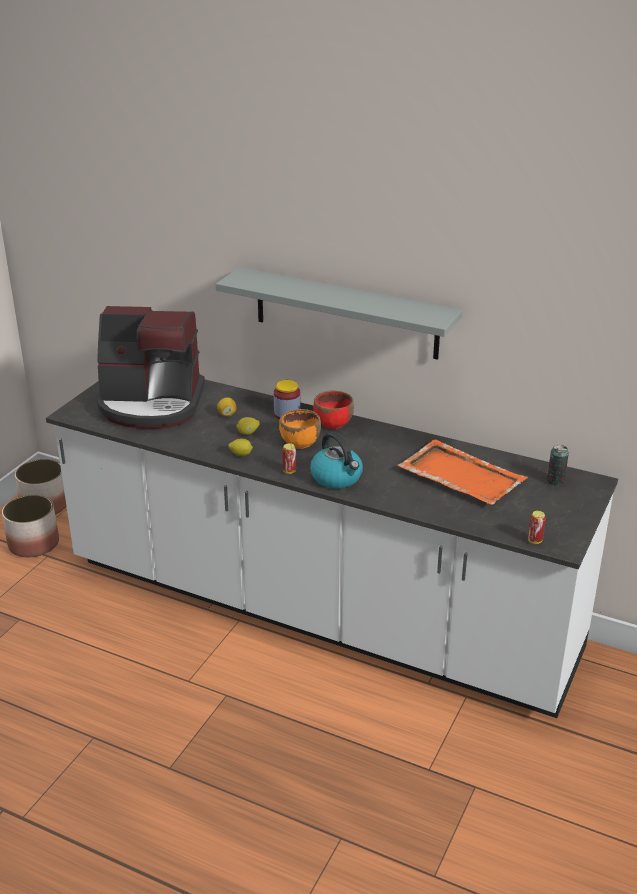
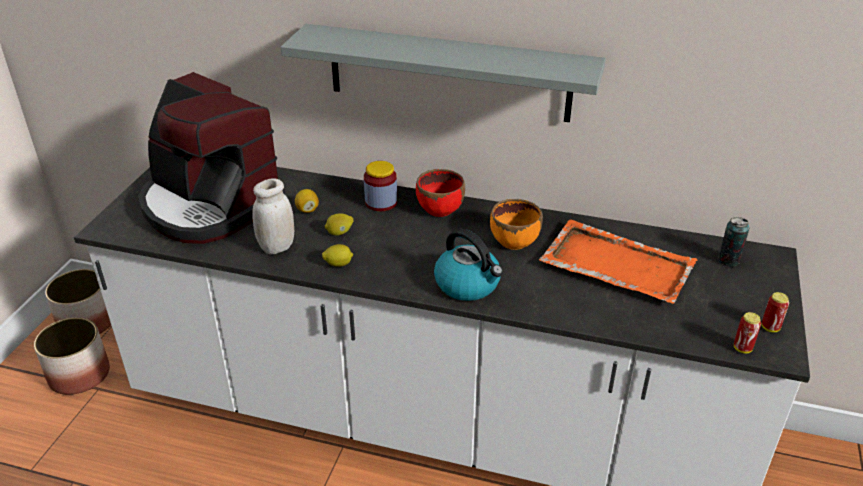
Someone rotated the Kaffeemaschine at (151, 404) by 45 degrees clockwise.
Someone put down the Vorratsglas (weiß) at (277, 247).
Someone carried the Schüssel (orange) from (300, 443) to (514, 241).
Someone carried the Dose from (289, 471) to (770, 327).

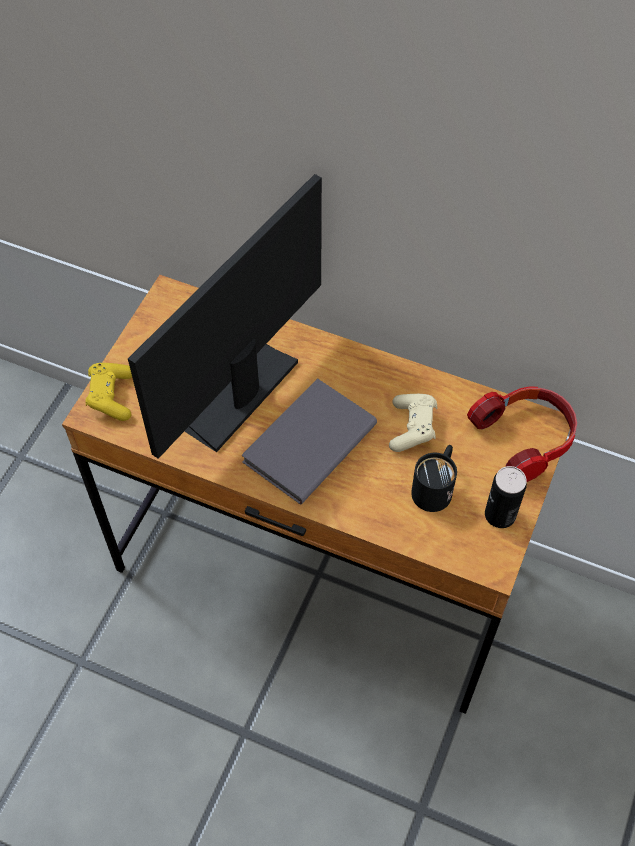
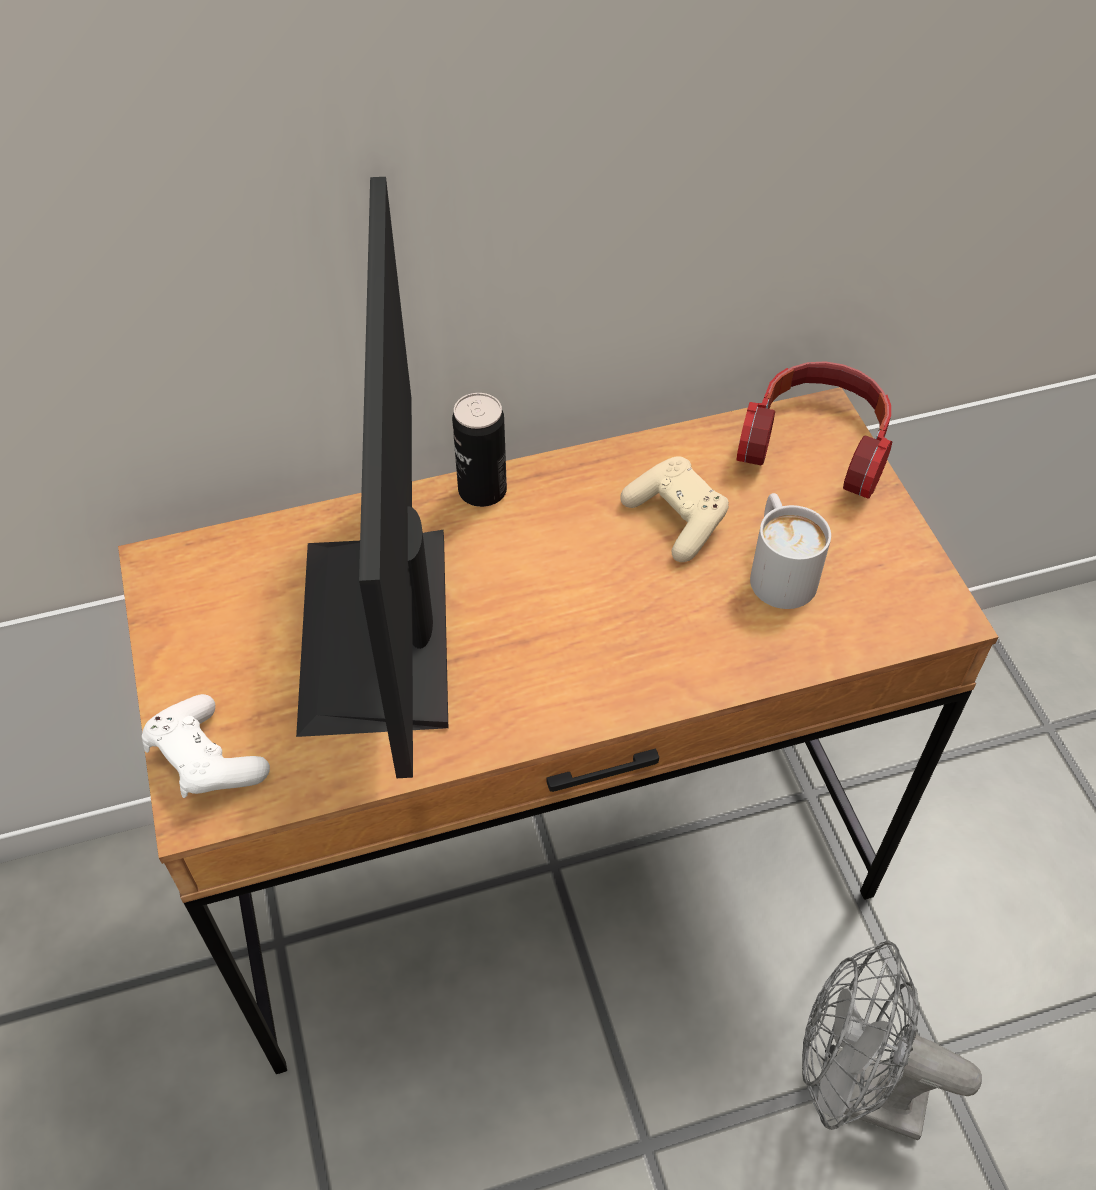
Someone repainted the Gamepad (gelb) at (111, 397), which became the Gamepad (weiß) at (206, 761).
Someone carried the Dose from (500, 515) to (482, 490).
Someone repainted the Henkelbecher (schwarz) at (435, 486), which became the Henkelbecher (weiß) at (778, 570).
Someone put down the Ventilator (grau) at (852, 1089).
Someone took away the Buch (grau) at (306, 443).

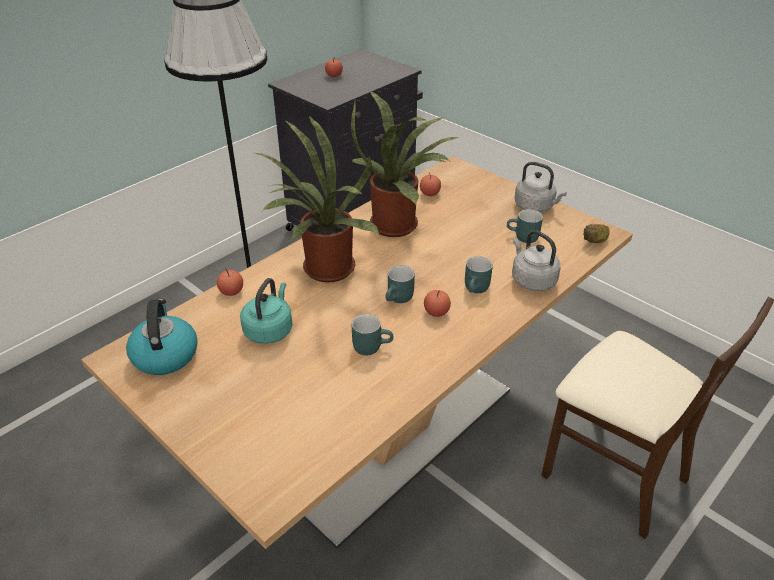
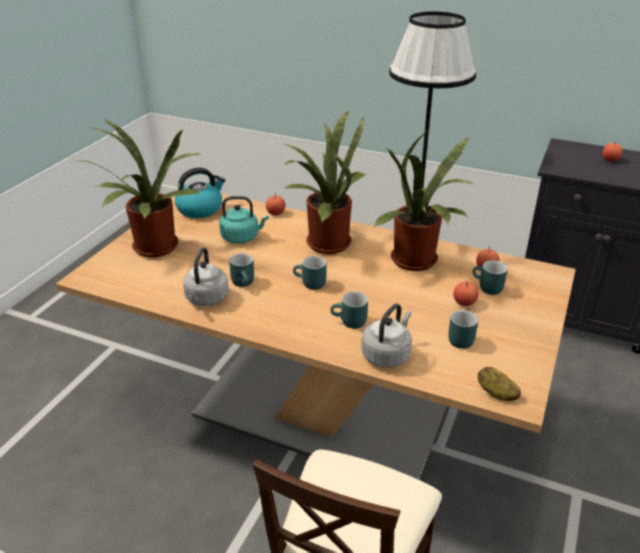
Someone put down the Topfpflanze at (153, 249).
Someone carried the Wasserkessel (grau) from (536, 207) to (206, 299).
Someone carried the Apfel from (436, 312) to (464, 302).
Someone put down the Henkelbecher (türkis) at (486, 288).

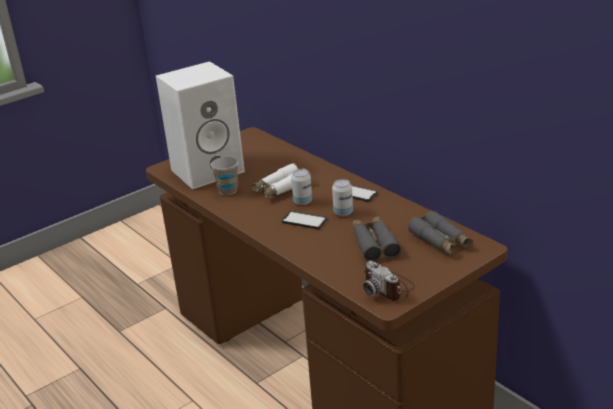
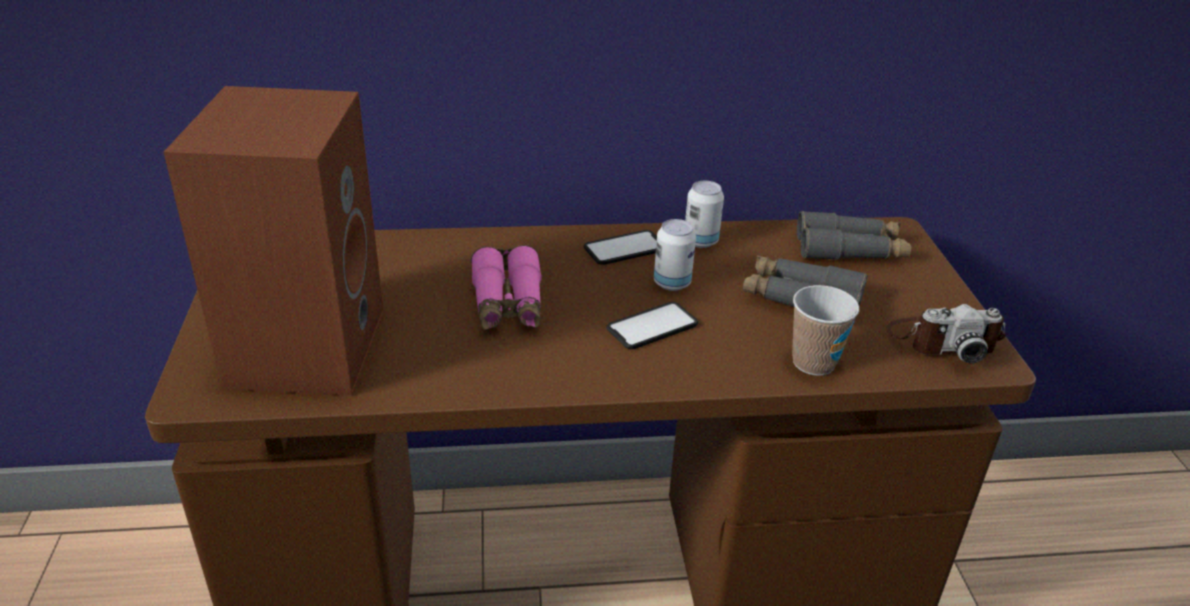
Someone repainted the Lautsprecher (weiß) at (208, 170), which became the Lautsprecher (braun) at (305, 345).
Someone repainted the Fernglas (weiß) at (280, 189), which became the Fernglas (rosa) at (508, 303).
Someone carried the Dose from (302, 202) to (700, 241).
Someone carried the Tasse from (228, 191) to (813, 362).

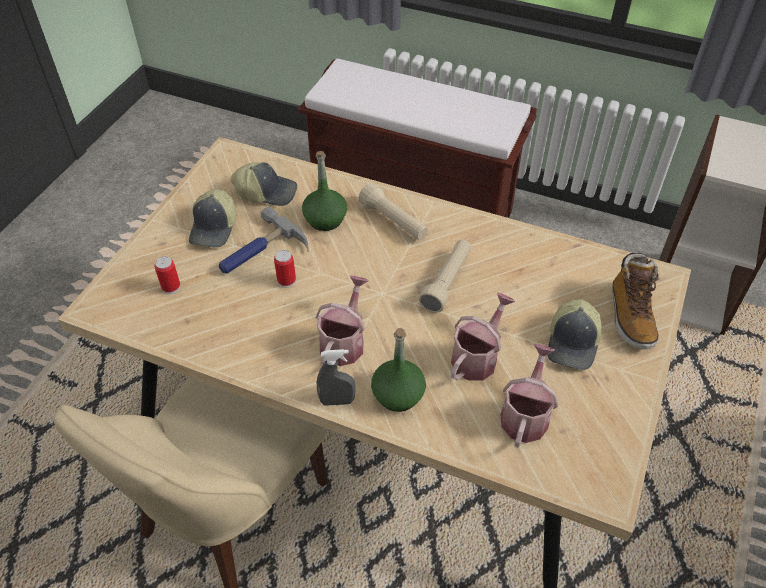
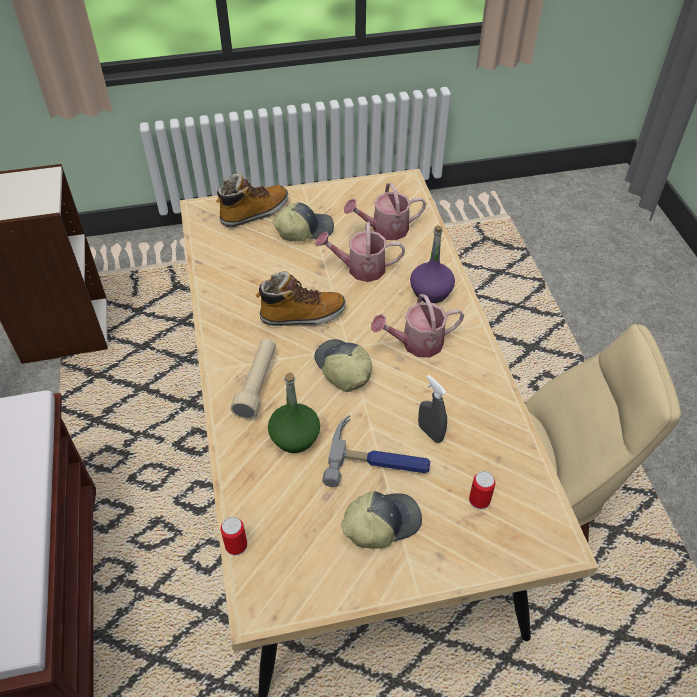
Someone carried the Dose from (286, 280) to (236, 546).
Someone swapped the Taschenlampe (beige) at (447, 282) for the Stiefel at (302, 315).
Someone carried the Kappe from (266, 192) to (342, 369).
Someone repainted the Flasche (grün) at (398, 395), which became the Flasche (lila) at (431, 291).
Someone carried the Sprühflasche (grau) from (337, 401) to (430, 433).

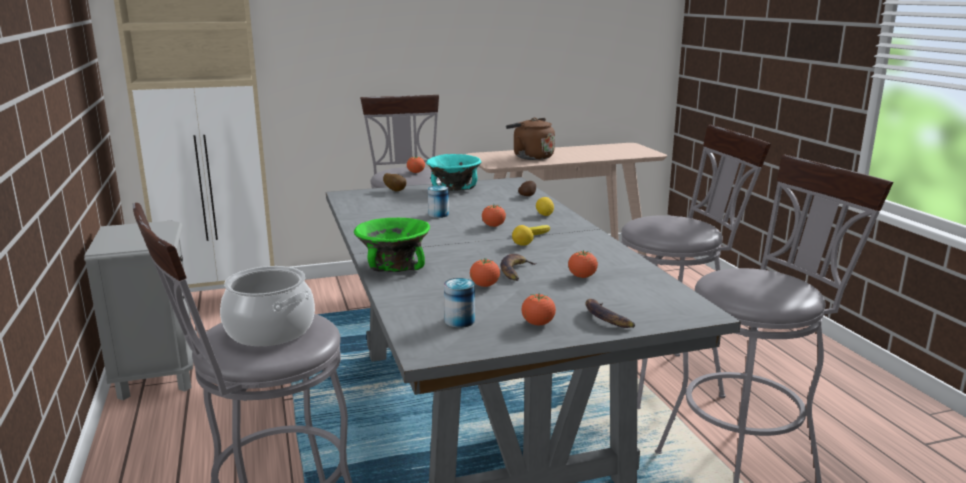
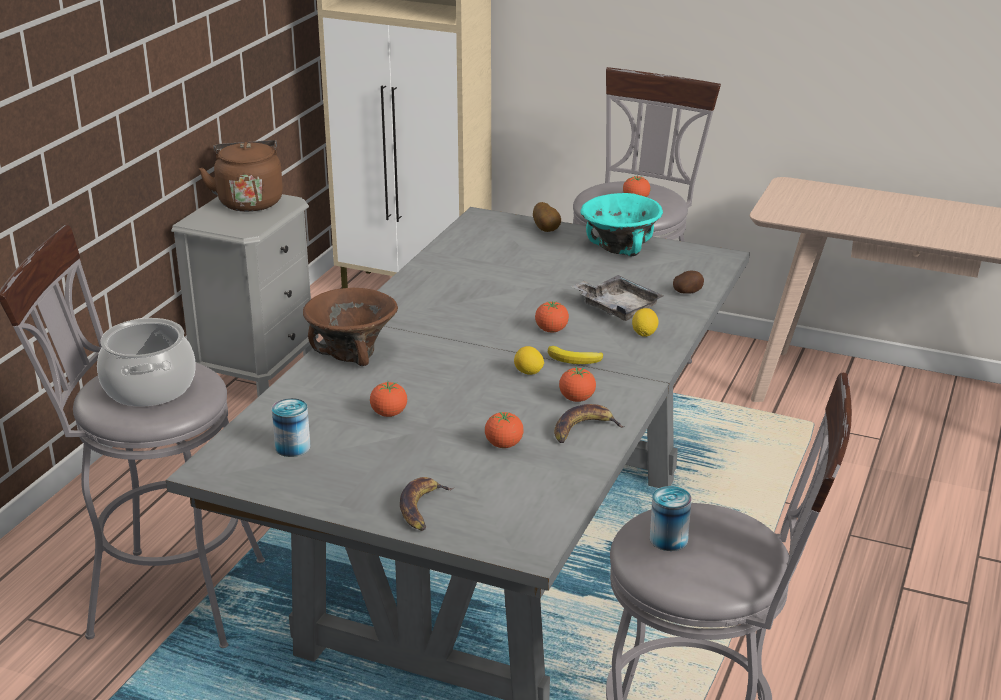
Someone carried the Wasserkessel (braun) from (530, 157) to (249, 201).
Someone repainted the Schüssel (grün) at (394, 266), which became the Schüssel (braun) at (353, 352).
Someone carried the Banane from (515, 271) to (583, 429).
Someone carried the Tomate from (538, 324) to (577, 399).
Someone put down the Tablett (grau) at (617, 307).
Someone carried the Dose from (438, 214) to (668, 539).
Someone took away the Hocker (grau) at (668, 378).

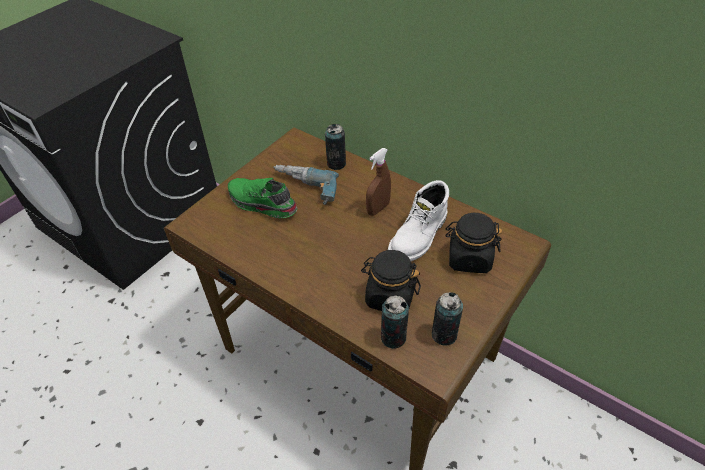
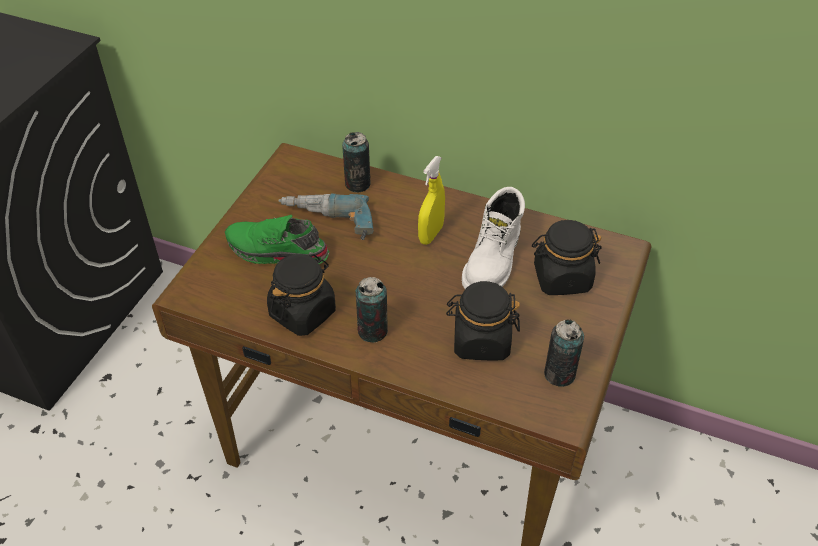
Someone put down the Vorratsglas (schwarz) at (303, 313).
Someone carried the Dose from (393, 338) to (372, 331).
Someone repainted the Sprühflasche (braun) at (378, 208), which became the Sprühflasche (gelb) at (431, 234).

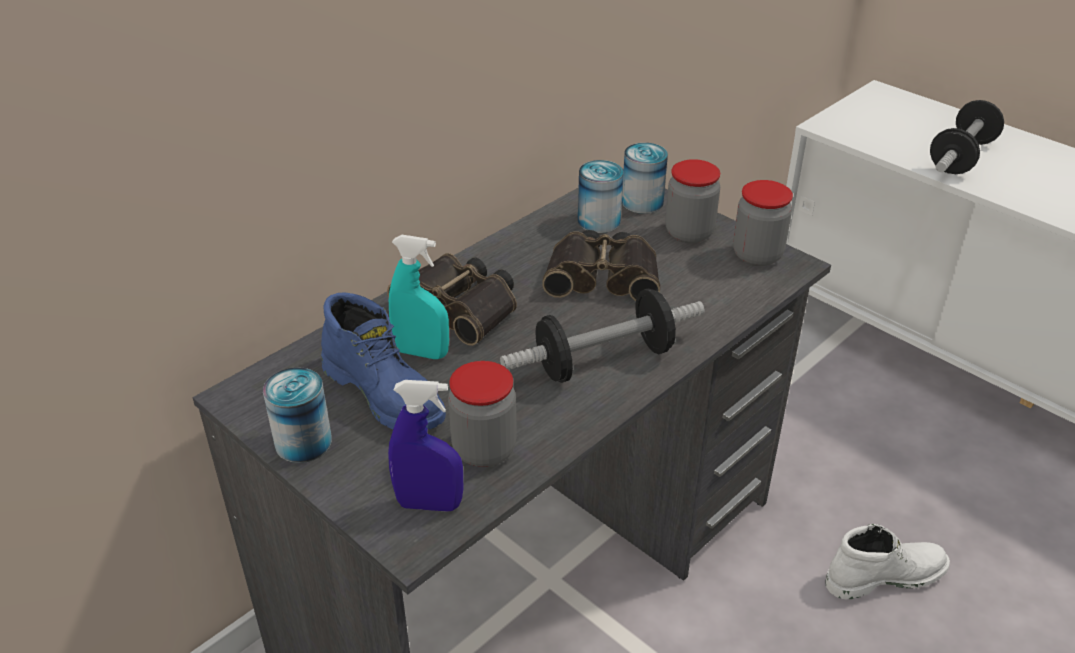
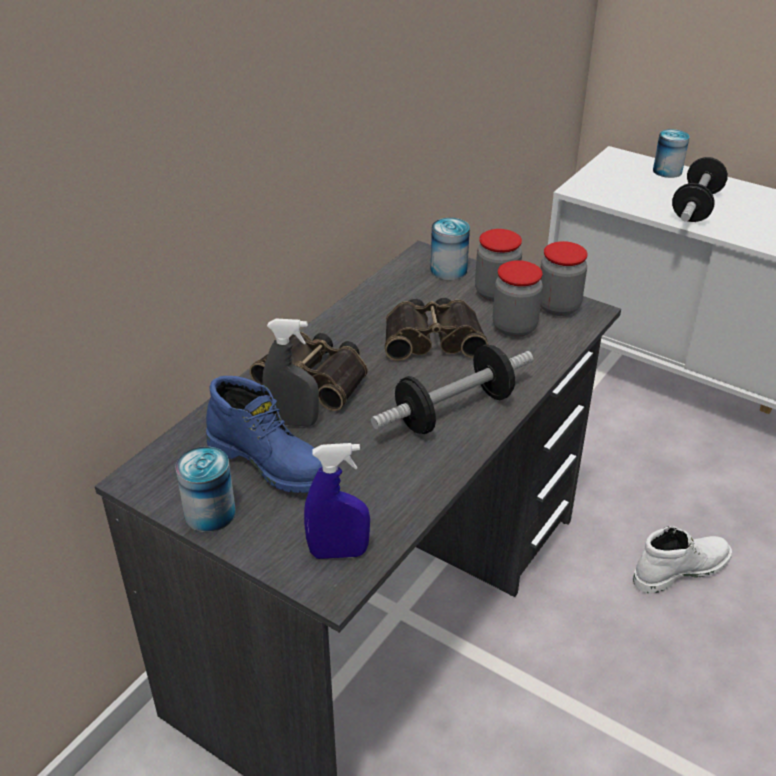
Someone repainted the Sprühflasche (türkis) at (421, 352), which became the Sprühflasche (grau) at (293, 422).
Someone carried the Vorratsglas from (484, 450) to (514, 327).
Someone carried the Dose from (599, 221) to (667, 171).

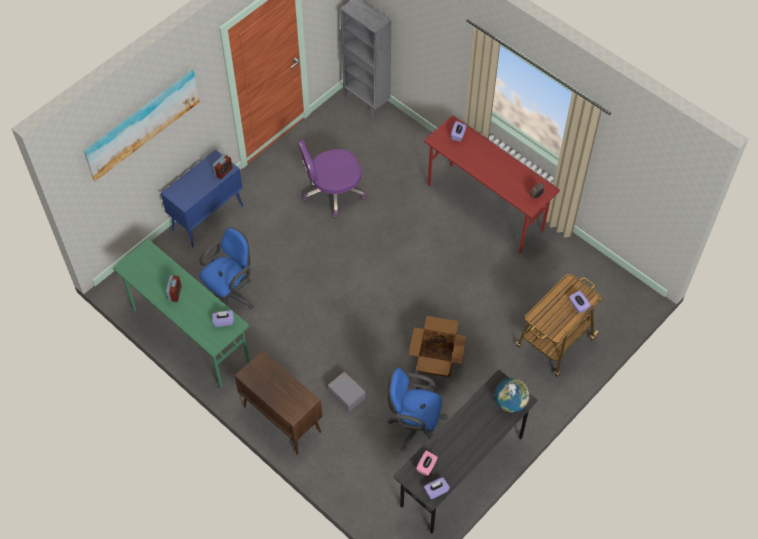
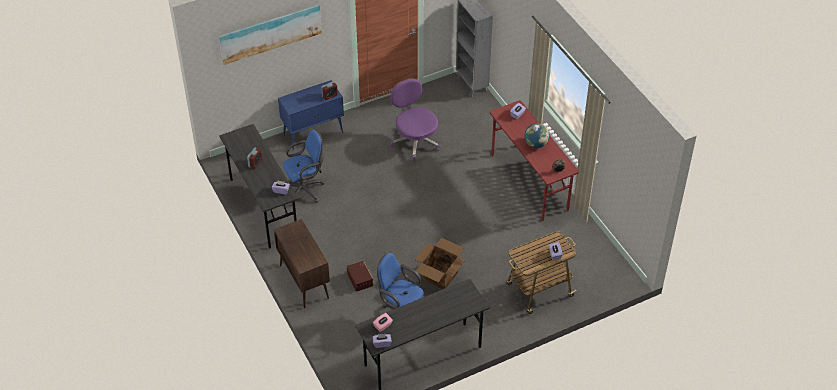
Someone repainted the Schreibtisch (grün) at (190, 336), which became the Schreibtisch (grau) at (263, 208).
Someone repainted the Aufbewahrungsbox (grau) at (347, 394), which became the Aufbewahrungsbox (braun) at (360, 279).
Someone rotated the Bürostuhl (lila) at (333, 193) by 60 degrees clockwise.
Someone carried the Globus from (510, 402) to (536, 144).

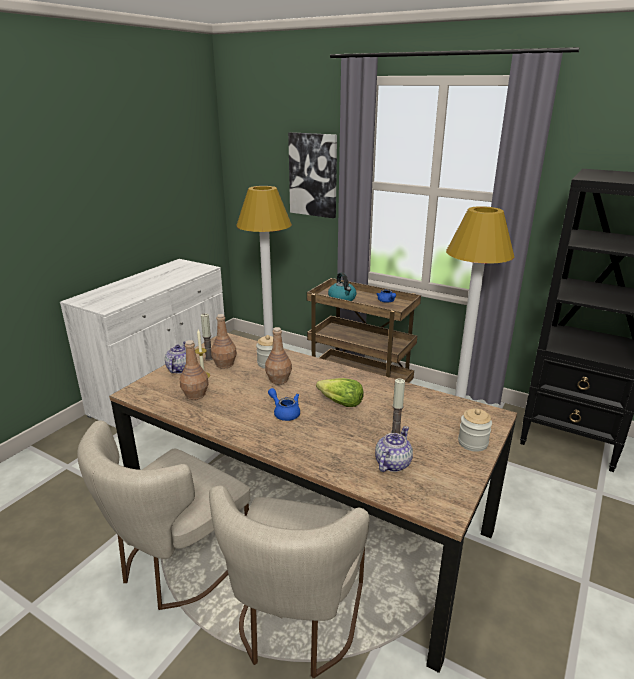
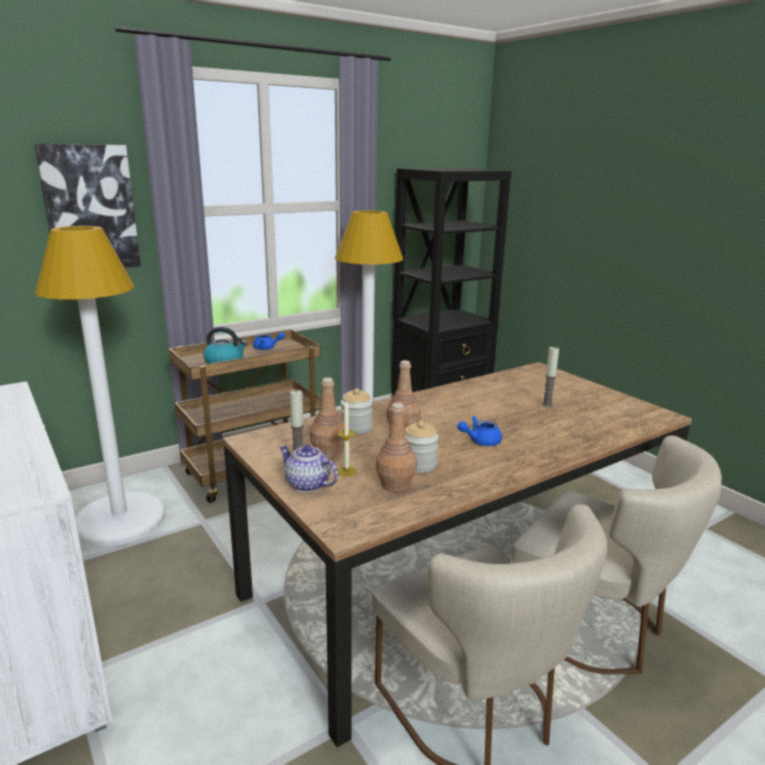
Someone carried the Vorratsglas from (472, 443) to (419, 465).
Someone took away the Salatkopf at (340, 403).
Someone took away the Teekanne at (392, 464).

